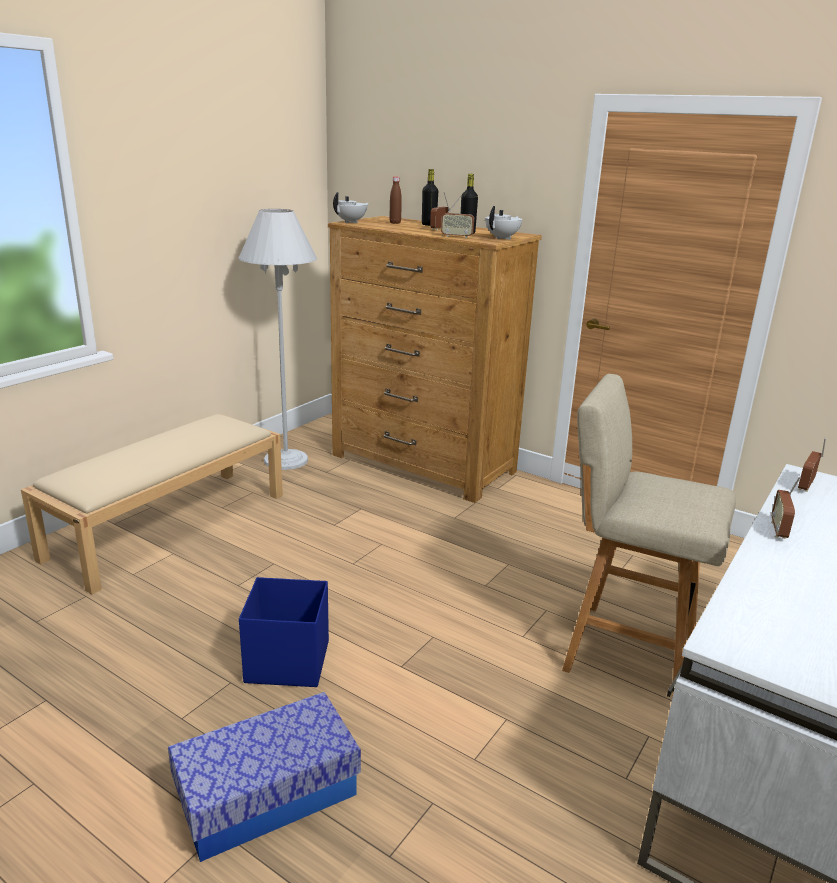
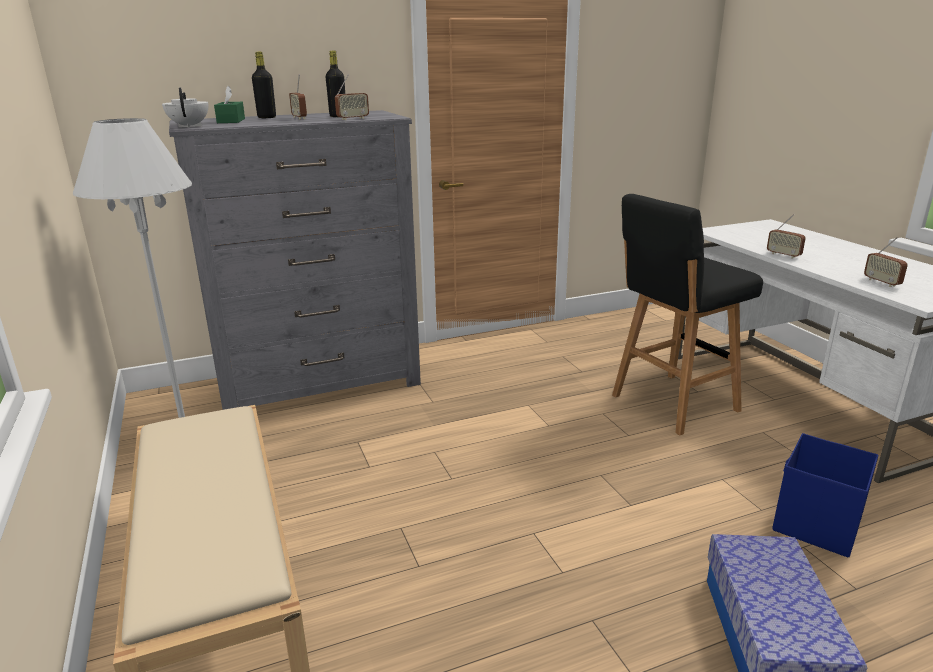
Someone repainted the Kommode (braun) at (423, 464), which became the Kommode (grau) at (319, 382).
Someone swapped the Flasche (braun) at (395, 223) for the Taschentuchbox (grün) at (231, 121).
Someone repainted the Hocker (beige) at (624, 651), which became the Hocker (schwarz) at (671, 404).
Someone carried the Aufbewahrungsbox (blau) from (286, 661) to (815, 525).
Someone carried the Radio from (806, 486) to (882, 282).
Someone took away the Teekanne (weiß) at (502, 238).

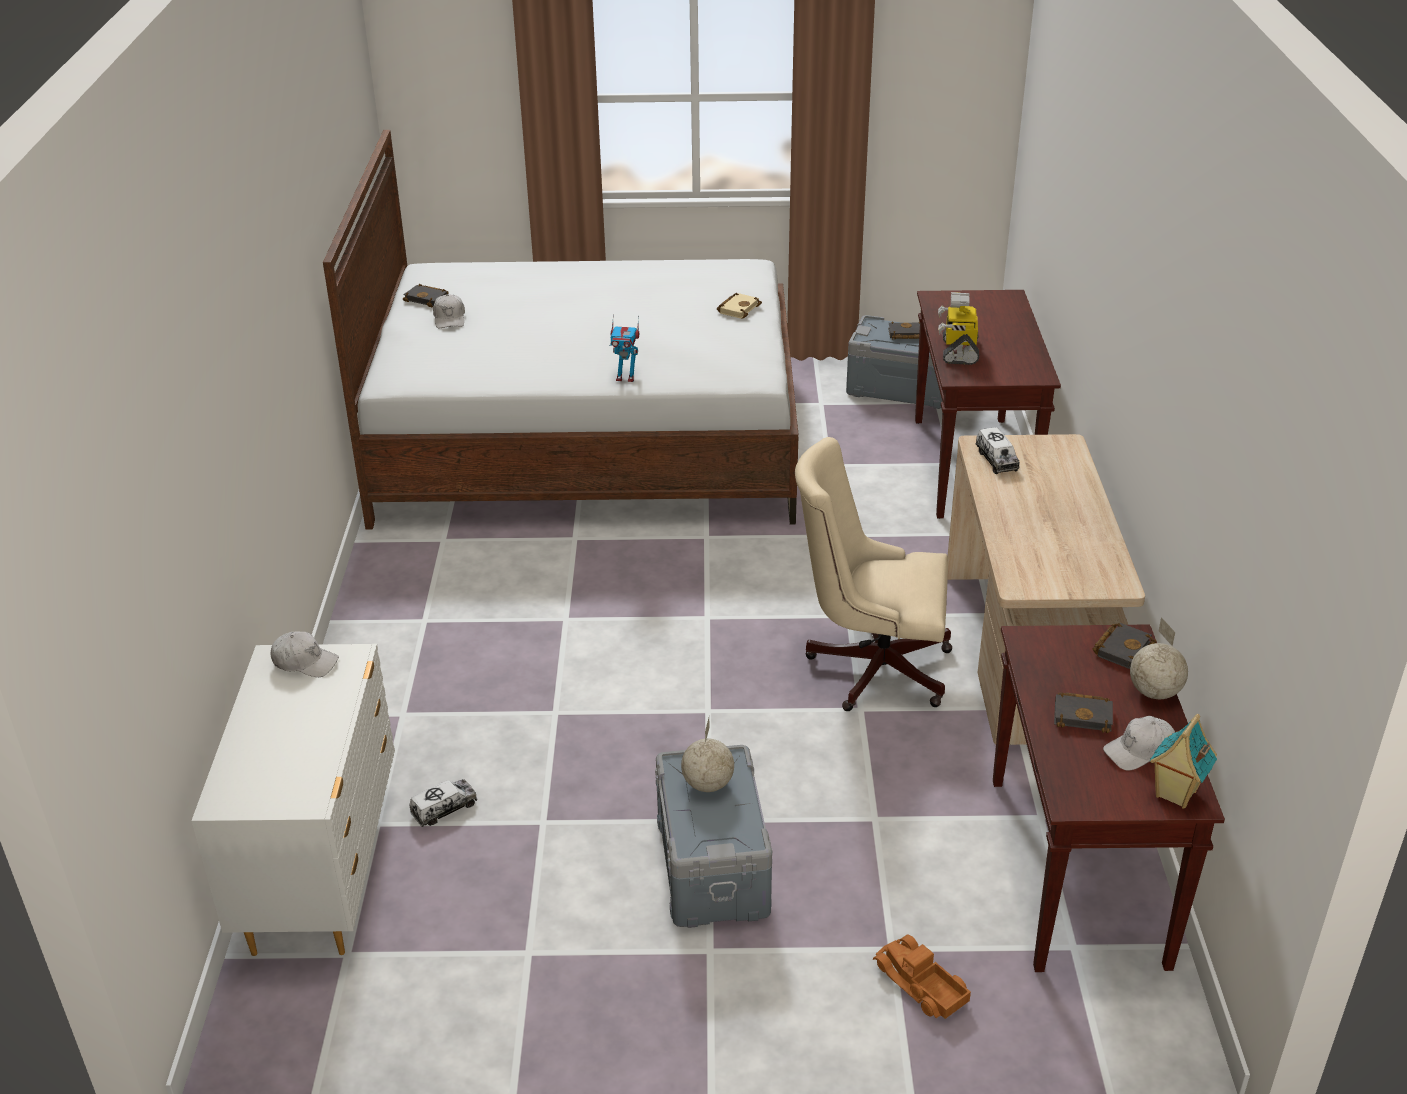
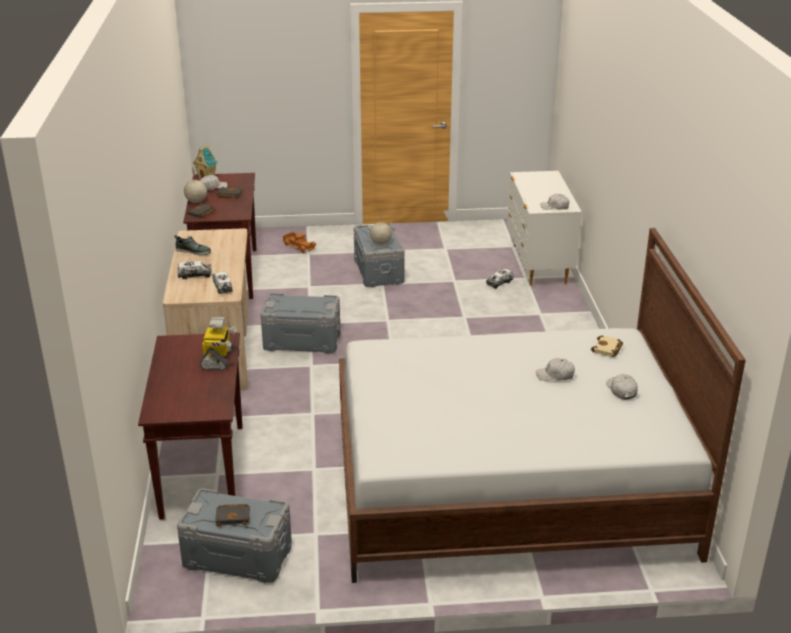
Someone put down the Schuh at (193, 251).
Someone put down the Spielzeuglaster at (195, 275).
Someone swapped the Bürostuhl (beige) at (870, 666) for the Aufbewahrungsbox (grau) at (302, 341).
Someone put down the Kappe (weiß) at (555, 375).
Someone carried the Buch (beige) from (738, 308) to (607, 349).
Someone took away the Buch (schwarz) at (428, 299).
Someone took away the Spielzeugroboter at (626, 377).

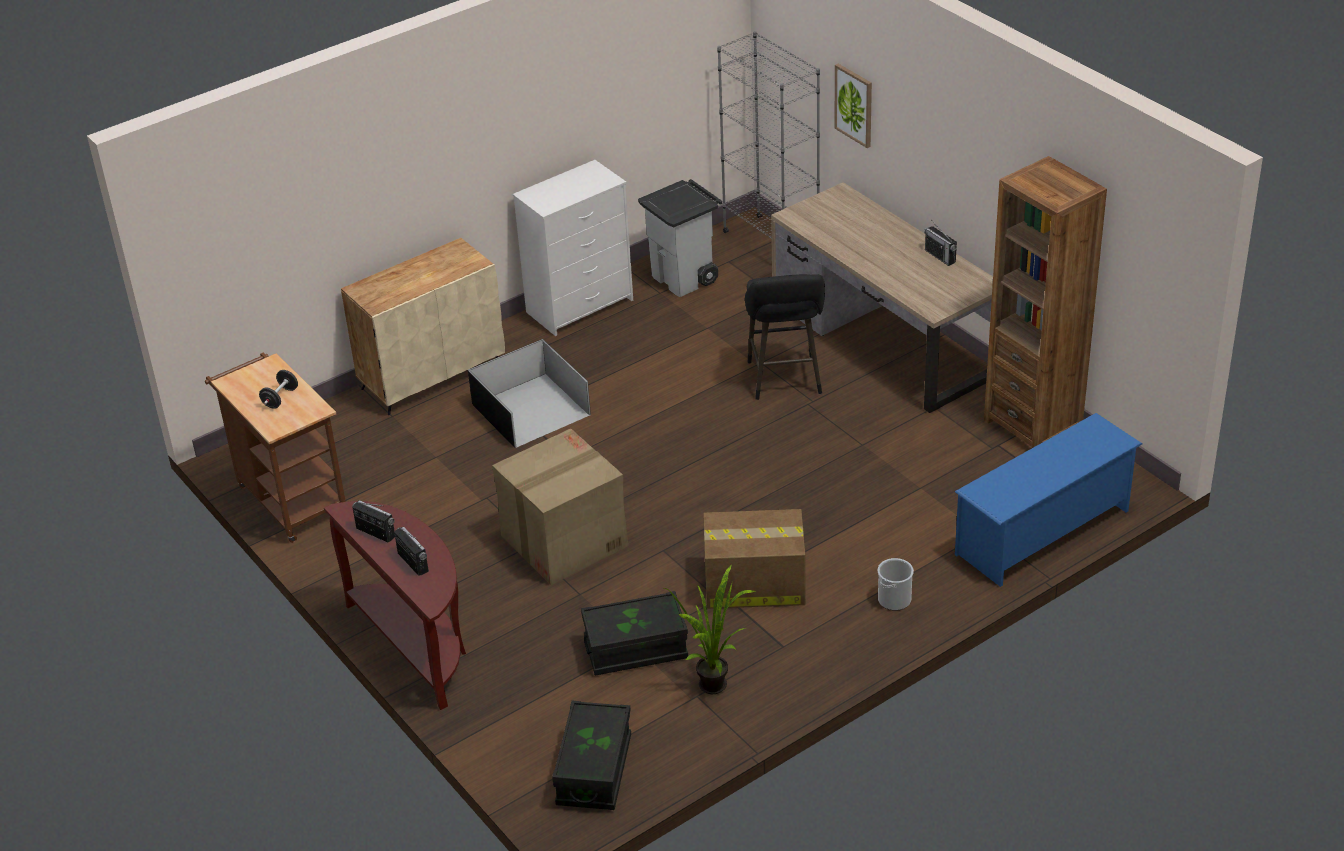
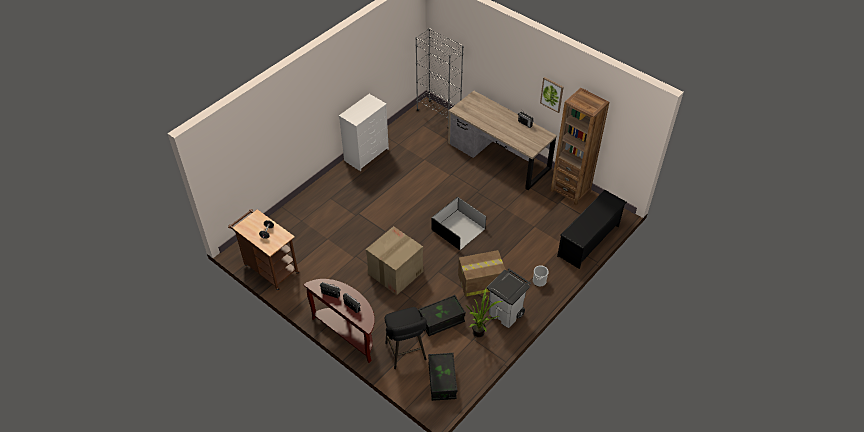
Someone carried the Hocker (schwarz) from (785, 381) to (406, 353).
Someone carried the Aufbewahrungsbox (schwarz) from (529, 410) to (458, 229).
Someone carried the Mülleimer (grau) from (685, 279) to (506, 314).
Someone carried the Bild from (854, 105) to (552, 94).
Someone repainted the Schuhregal (blau) at (1043, 532), which became the Schuhregal (schwarz) at (588, 241).
Someone took away the Schrank (beige) at (433, 375).

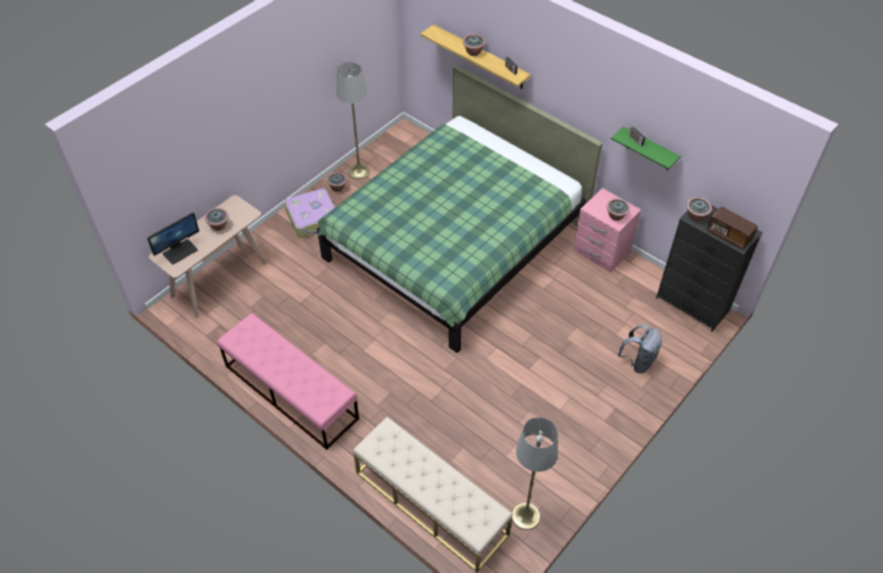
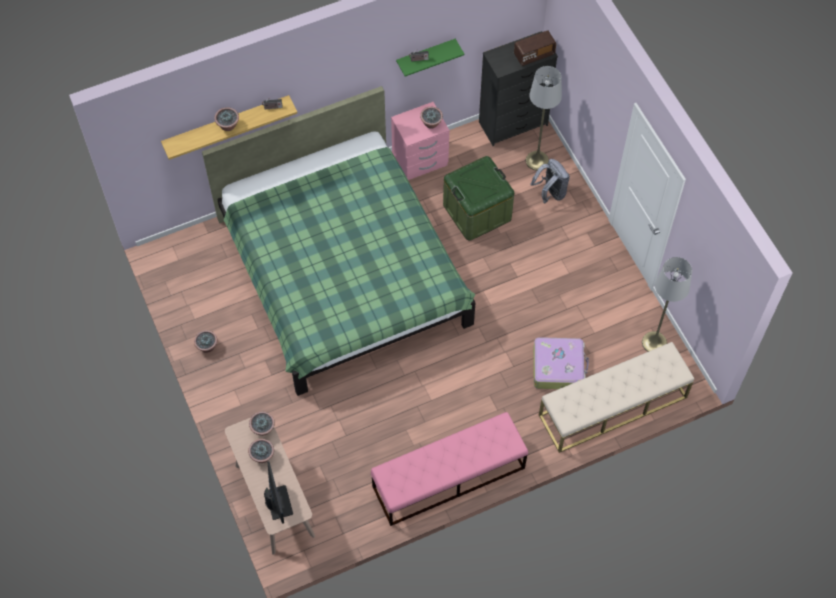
Someone carried the Topfpflanze from (696, 217) to (263, 429).
Someone put down the Aufbewahrungsbox (grün) at (477, 212).
Someone carried the Stehlampe (grau) from (359, 171) to (537, 160).
Someone carried the Koffer from (313, 219) to (558, 367).

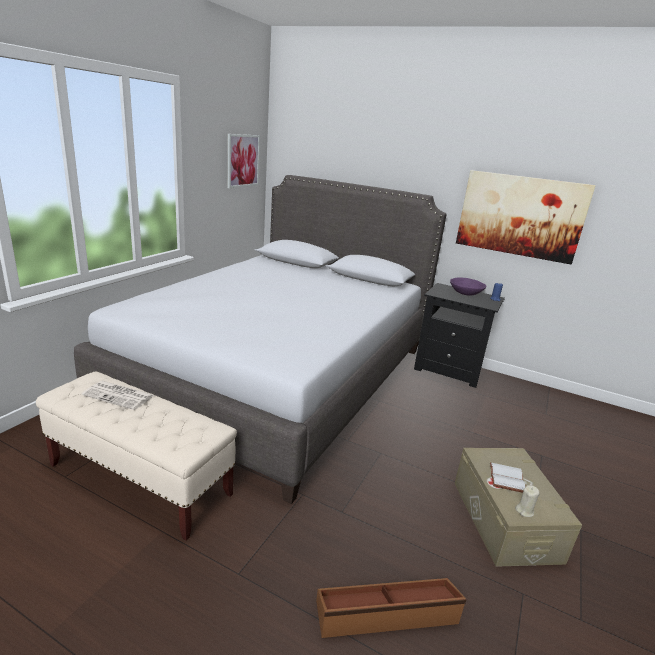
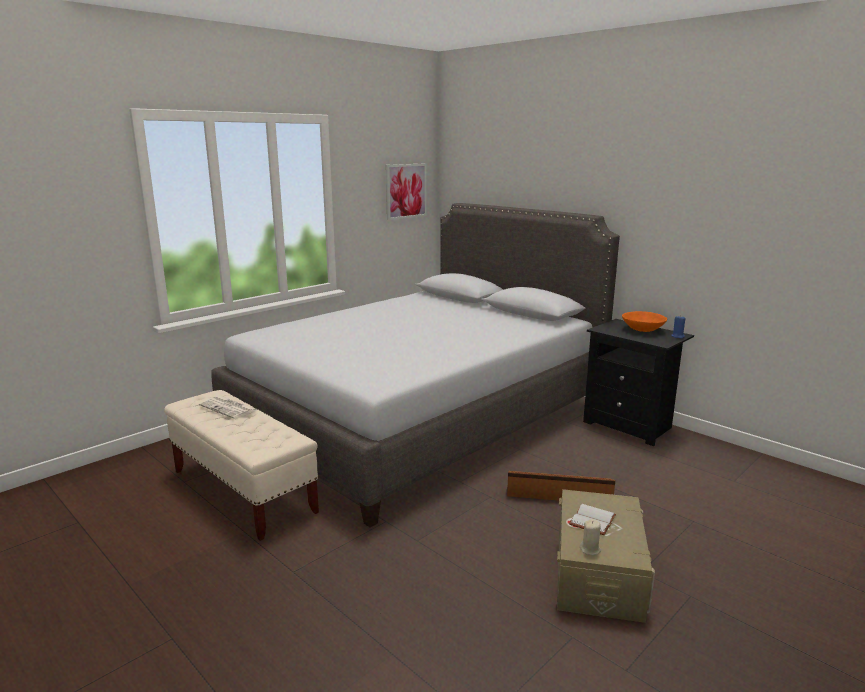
Someone carried the Aufbewahrungsbox (braun) from (387, 614) to (558, 493).
Someone repainted the Schüssel (lila) at (466, 293), which became the Schüssel (orange) at (643, 330).
Someone took away the Bild at (520, 216).

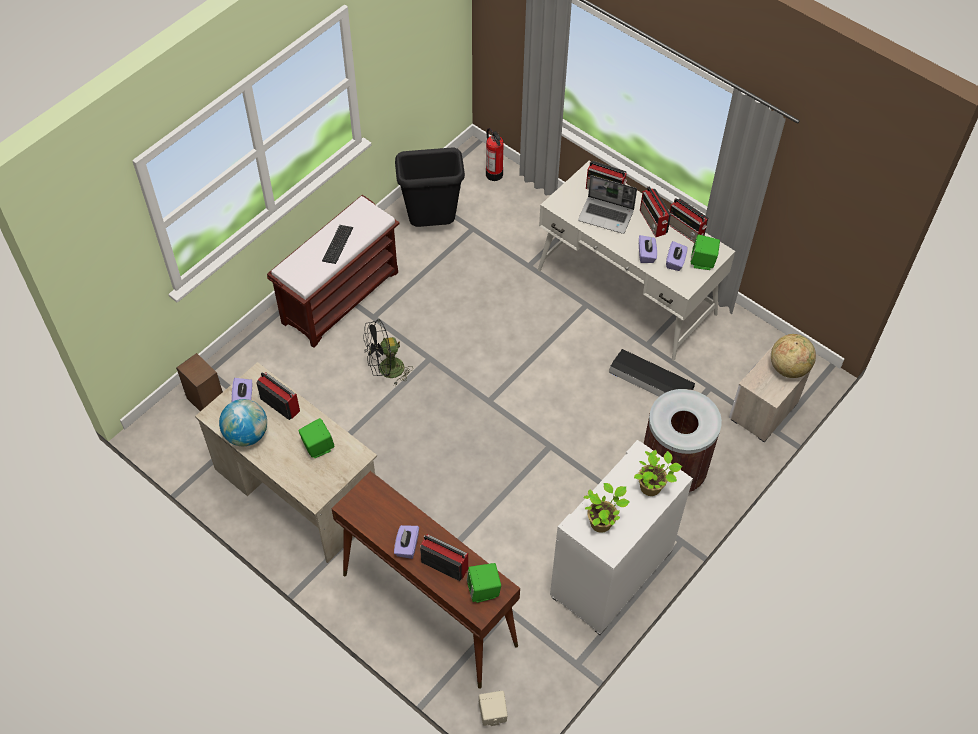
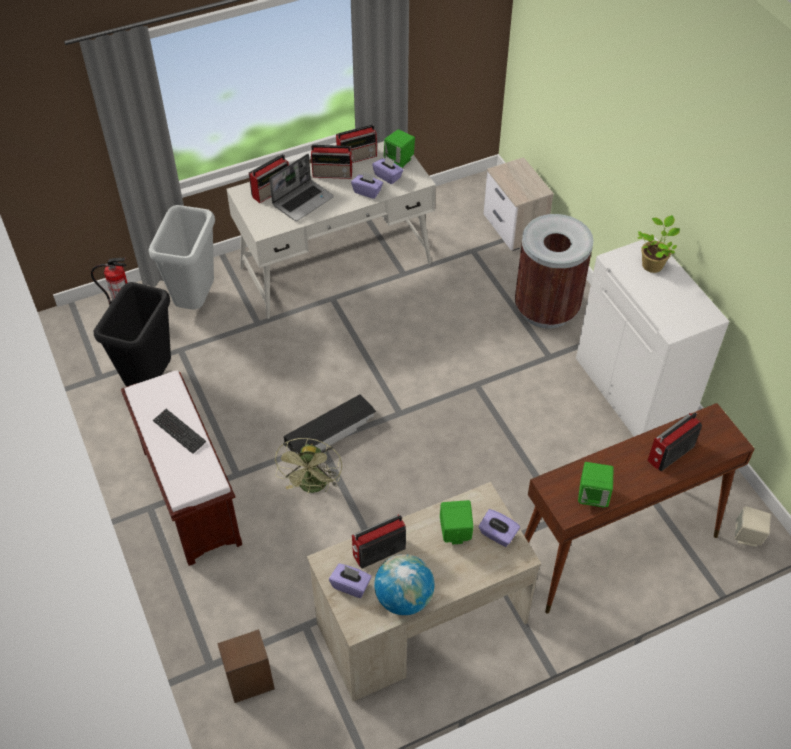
Someone put down the Mülleimer (grau) at (195, 301).
Someone repainted the Ventilator (schwarz) at (386, 370), which became the Ventilator (grün) at (313, 487).
Someone carried the Aufbewahrungsbox (schwarz) from (651, 381) to (331, 431).
Someone carried the Taschentuchbox (lila) from (407, 546) to (497, 534).
Someone carried the Lautsprecher (grün) from (484, 590) to (593, 496).
Someone took away the Topfpflanze at (602, 522).
Someone took away the Globus at (789, 367).

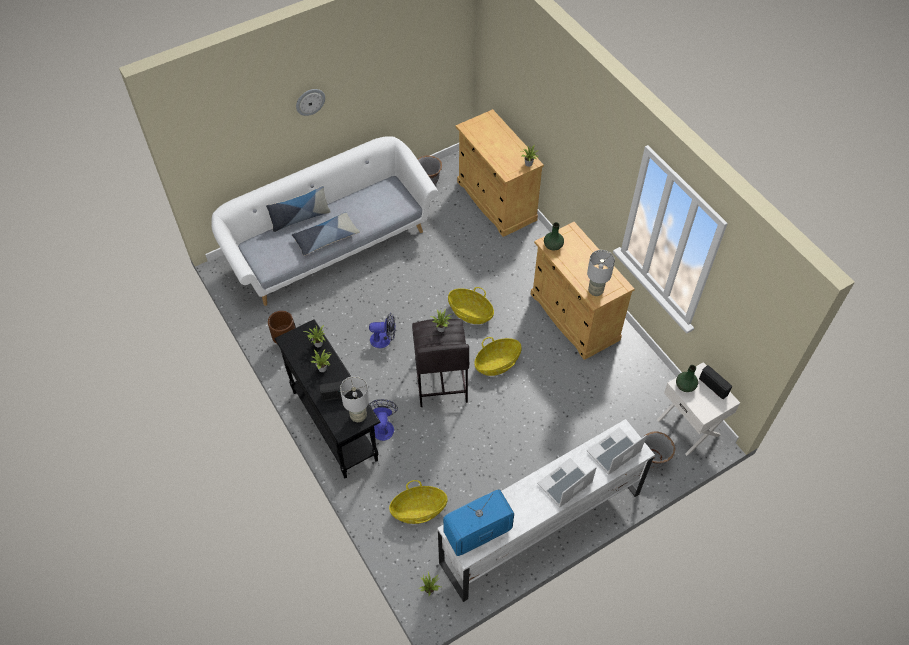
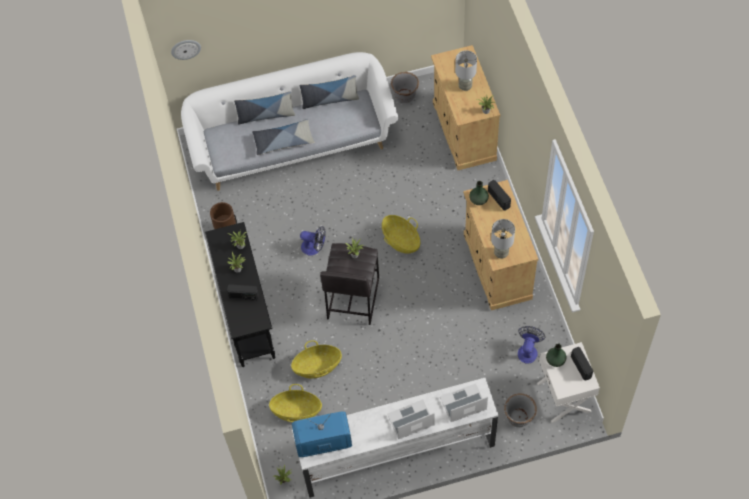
Someone carried the Wanduhr from (310, 101) to (185, 49).
Someone carried the Korb from (497, 363) to (317, 366).
Someone put down the Kissen at (330, 100).
Someone carried the Tischlampe (grau) from (358, 416) to (465, 86).
Someone put down the Radio at (498, 199).
Someone carried the Ventilator from (383, 426) to (528, 350).

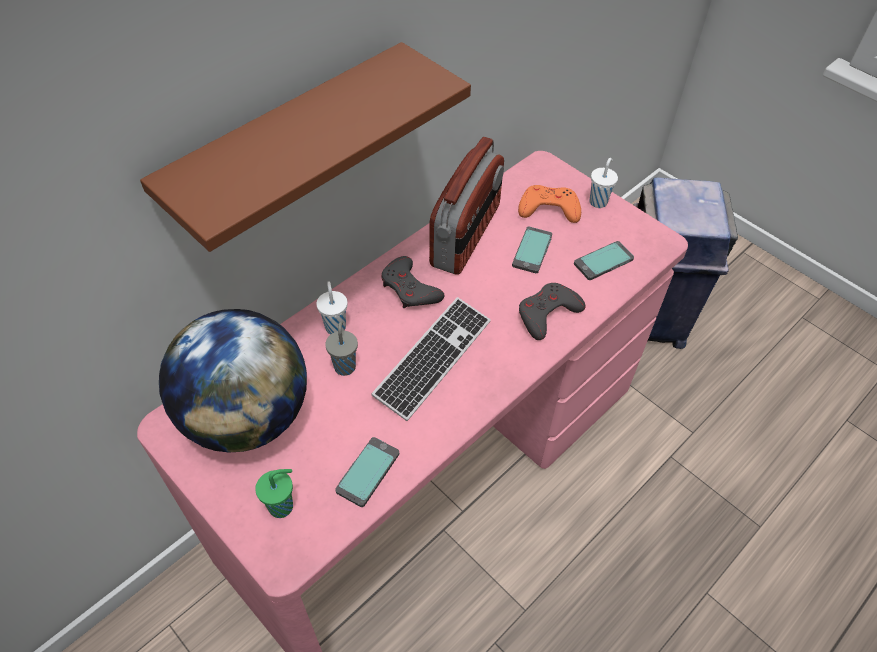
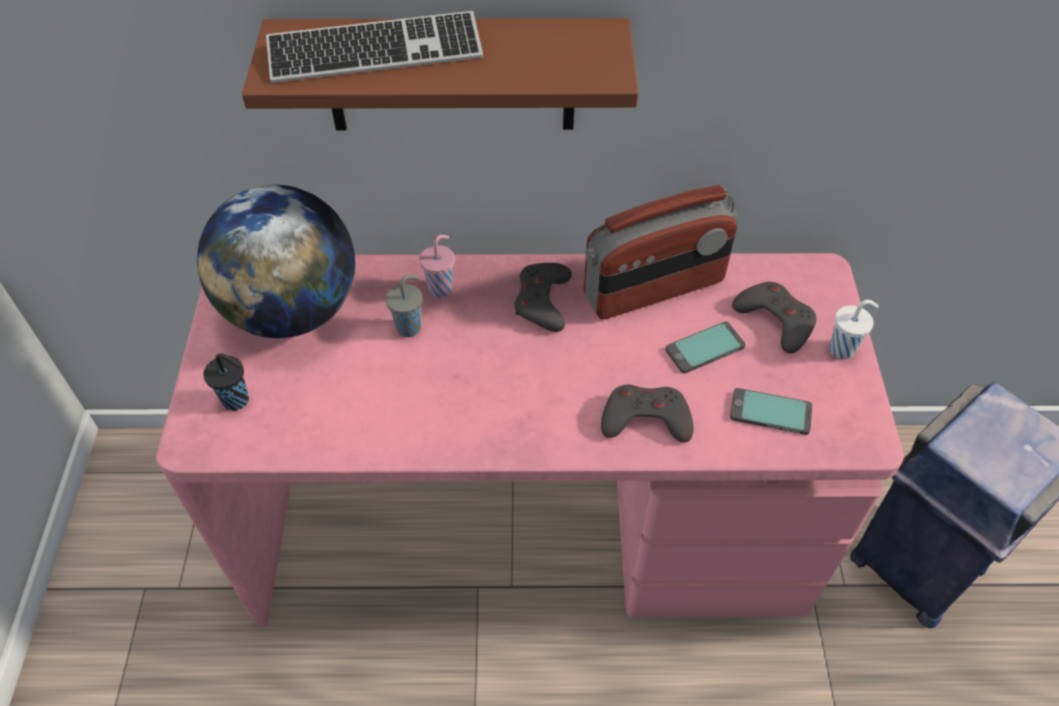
Someone repainted the Tasse (grün) at (282, 506), which became the Tasse (schwarz) at (237, 400).
Someone carried the Tastatur from (433, 359) to (375, 52).
Someone repainted the Tasse (weiß) at (335, 326), which became the Tasse (rosa) at (441, 288).
Someone repainted the Gamepad (orange) at (549, 208), which became the Gamepad (grau) at (775, 320).
Someone took away the Handy at (367, 472).

